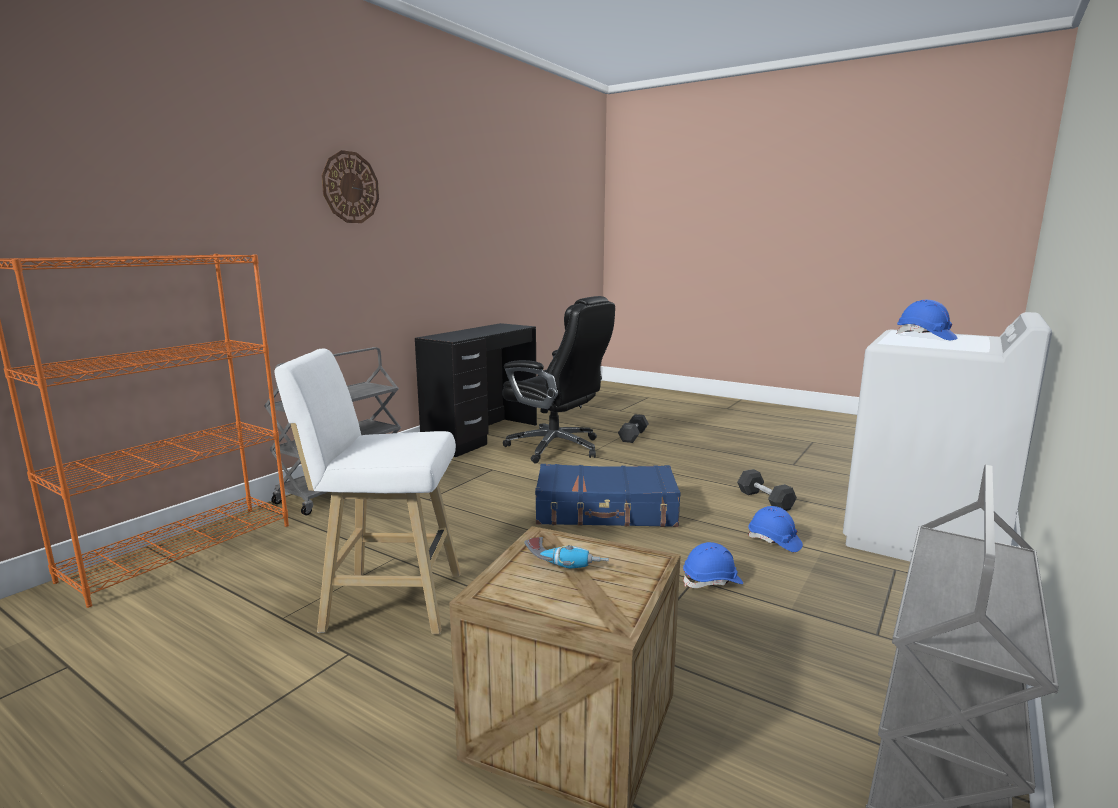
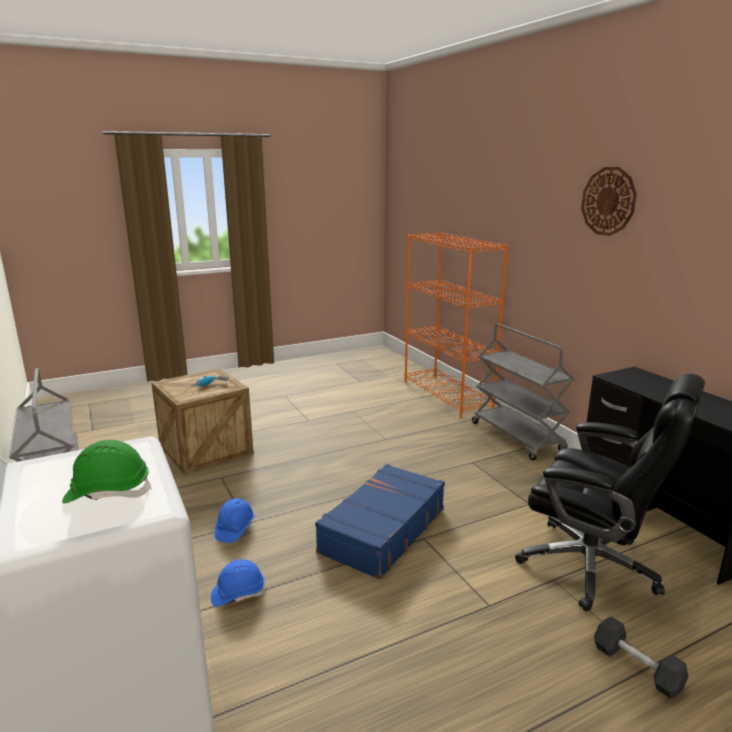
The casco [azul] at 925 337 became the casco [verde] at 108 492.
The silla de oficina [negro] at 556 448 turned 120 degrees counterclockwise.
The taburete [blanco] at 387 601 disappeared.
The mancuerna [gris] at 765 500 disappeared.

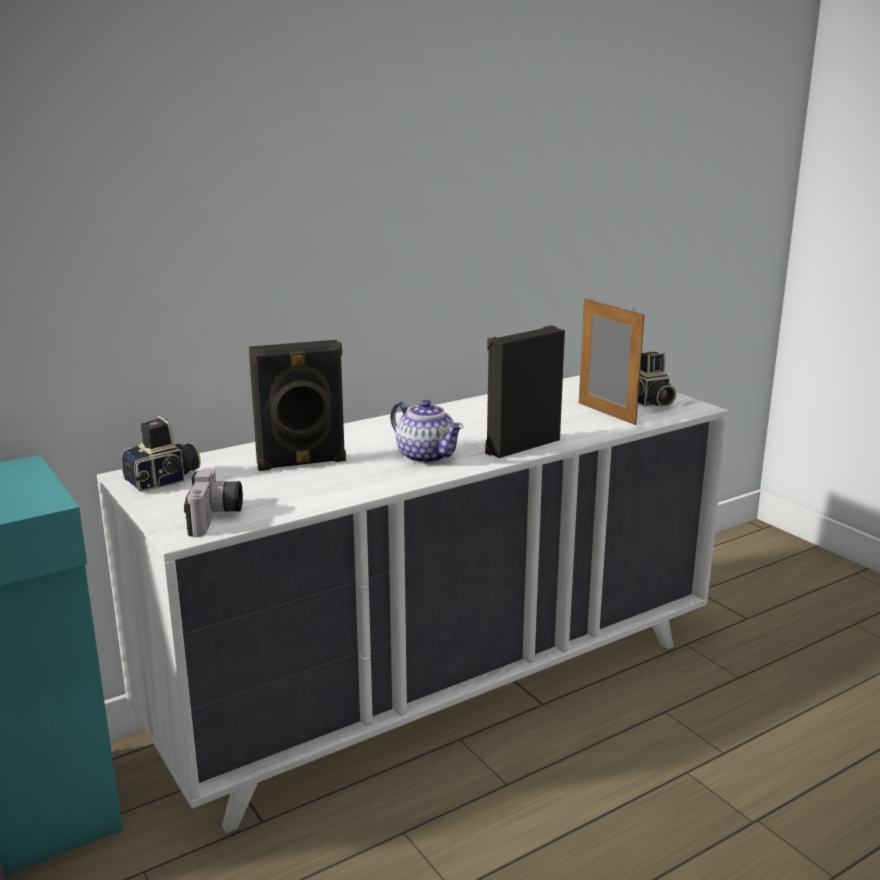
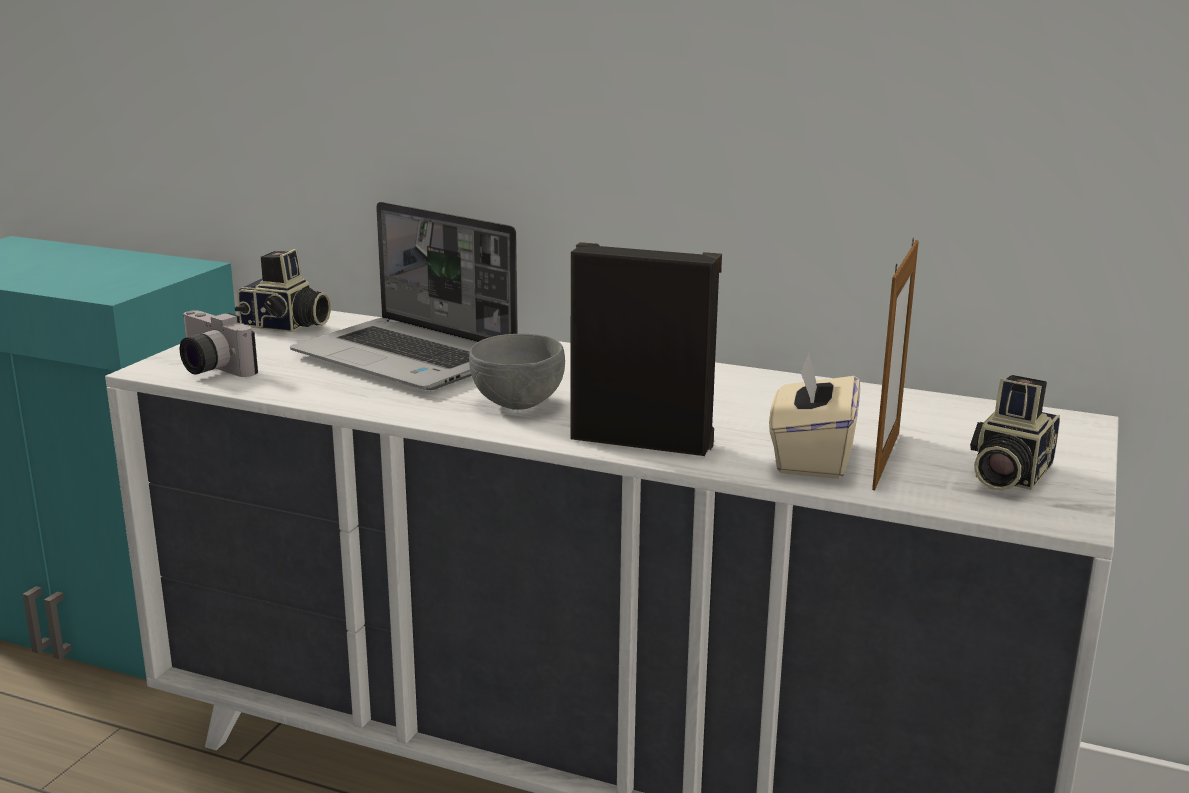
The cámara at 217 518 turned 75 degrees clockwise.
The altavoz [negro] at 301 463 was replaced by the portátil at 408 358.
The tetera at 427 456 was replaced by the cuenco [gris] at 519 404.
The caja de pañuelos [beis] at 811 457 appeared.

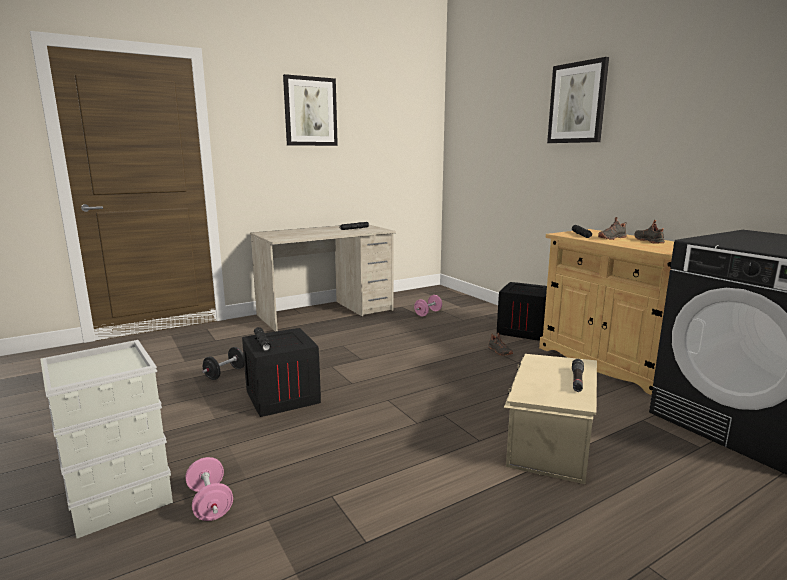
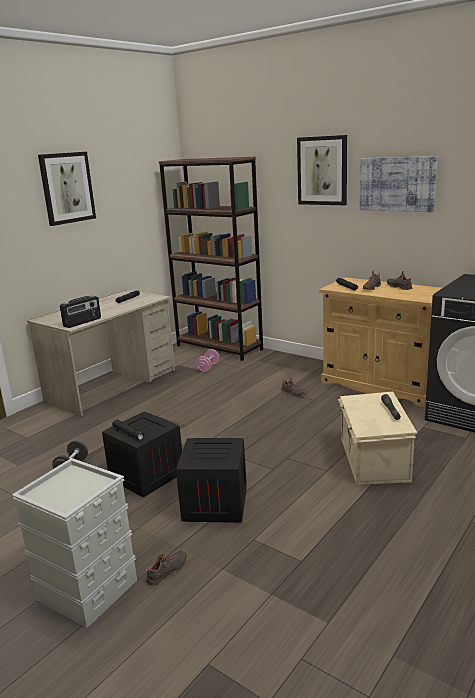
The radio at 82 322 appeared.
The mancuerna [rosa] at 210 503 was replaced by the zapato [negro] at 168 572.
The estantería [marrón] at 219 347 appeared.
The caja de embalaje moved from 524 330 to 216 503.
The cuadro at 397 184 appeared.

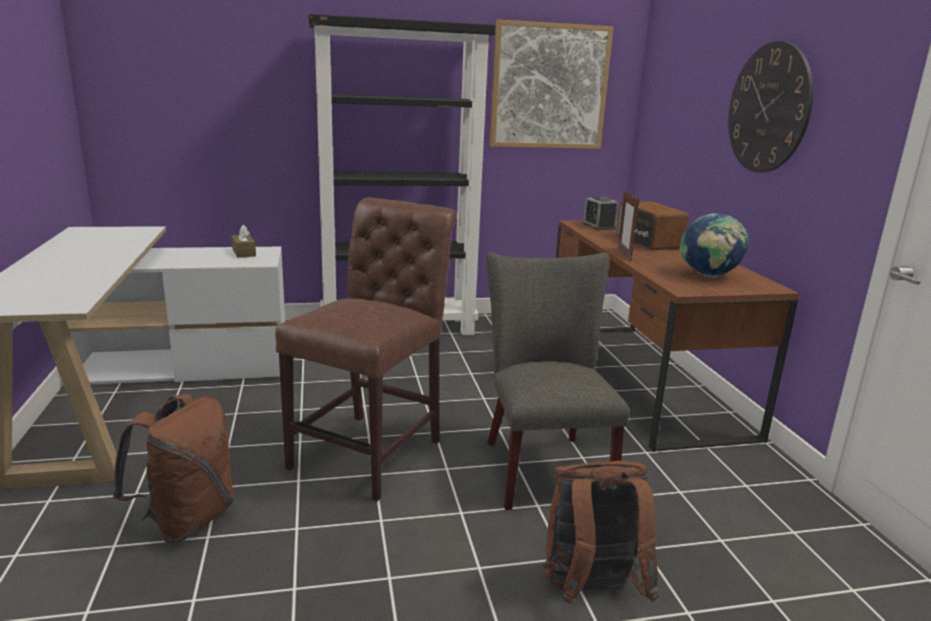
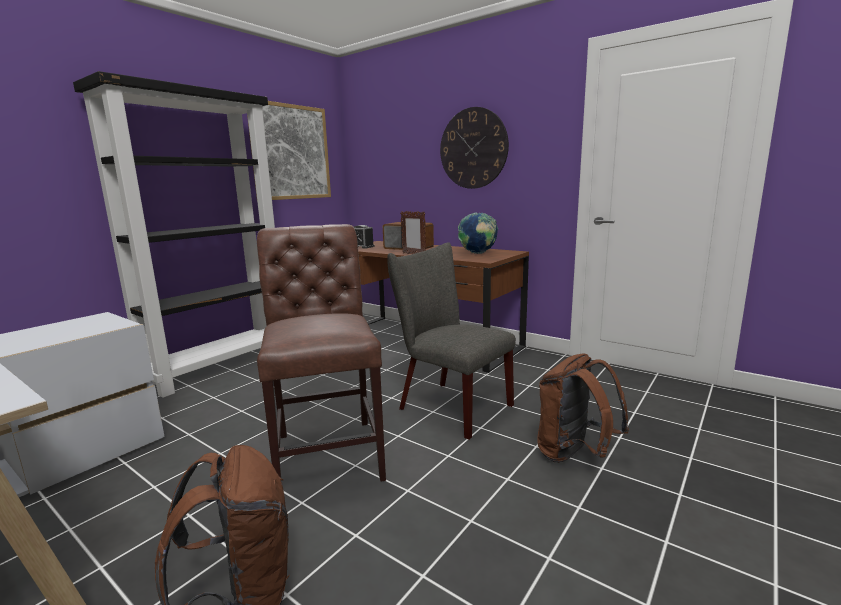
The caja de pañuelos [marrón] at 244 252 disappeared.

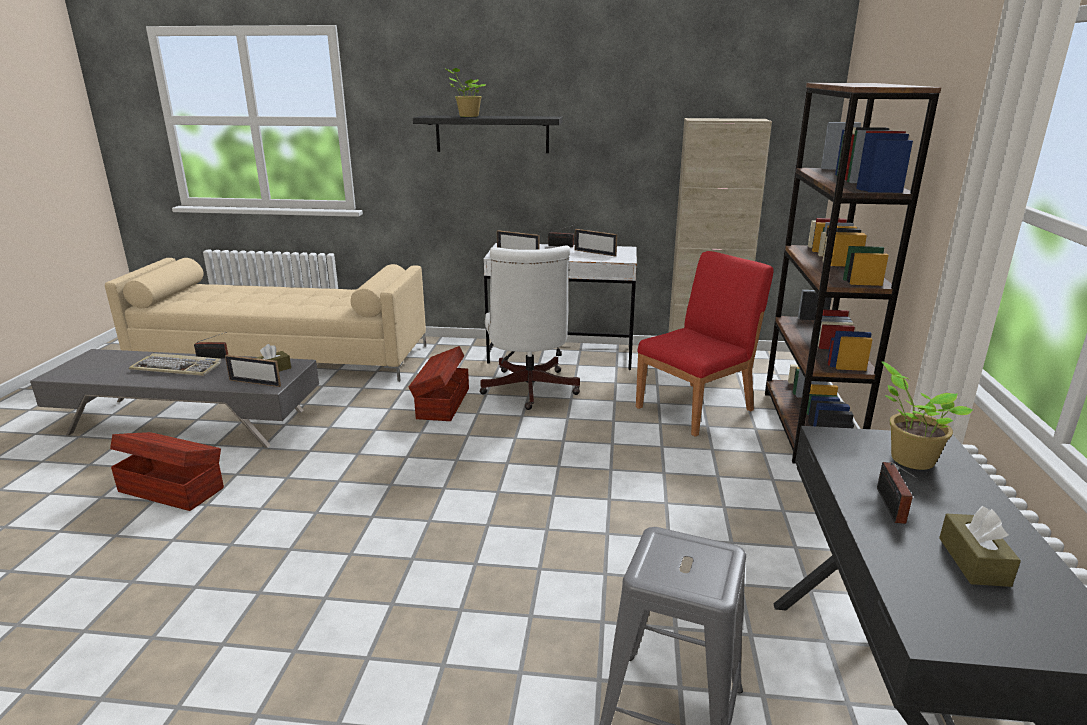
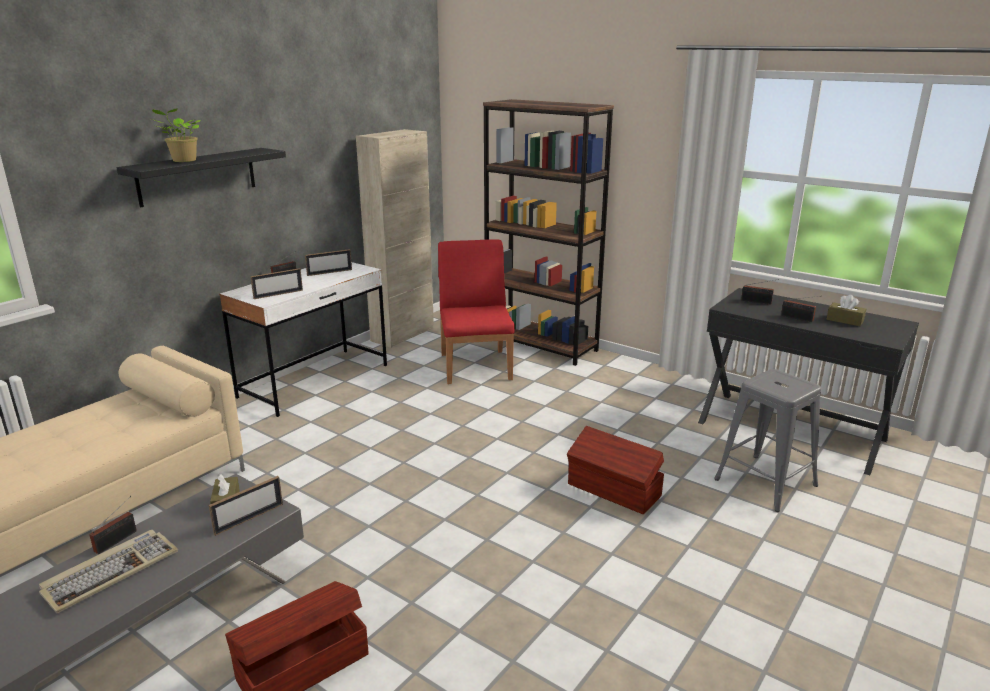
The caja de almacenaje [marrón] moved from 442 403 to 614 491.
The planta en maceta at 908 459 was replaced by the radio at 758 302.
The silla de oficina [blanco] at 528 391 disappeared.

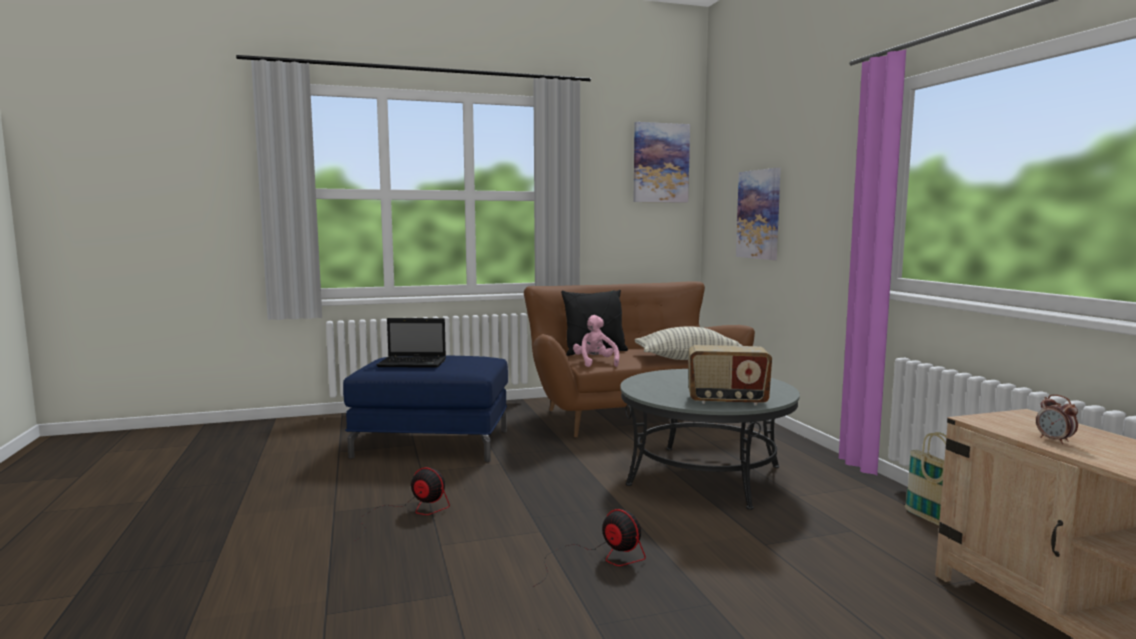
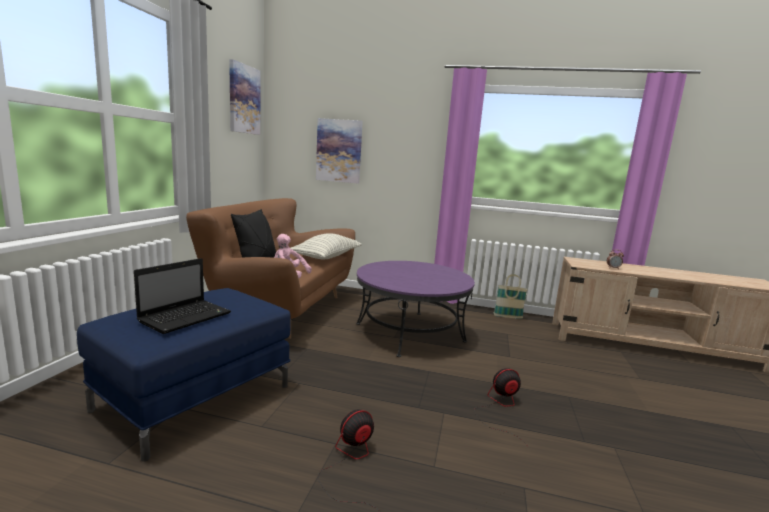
The mesa de centro [gris] at 705 475 became the mesa de centro [morado] at 409 332.
The radio at 727 401 disappeared.

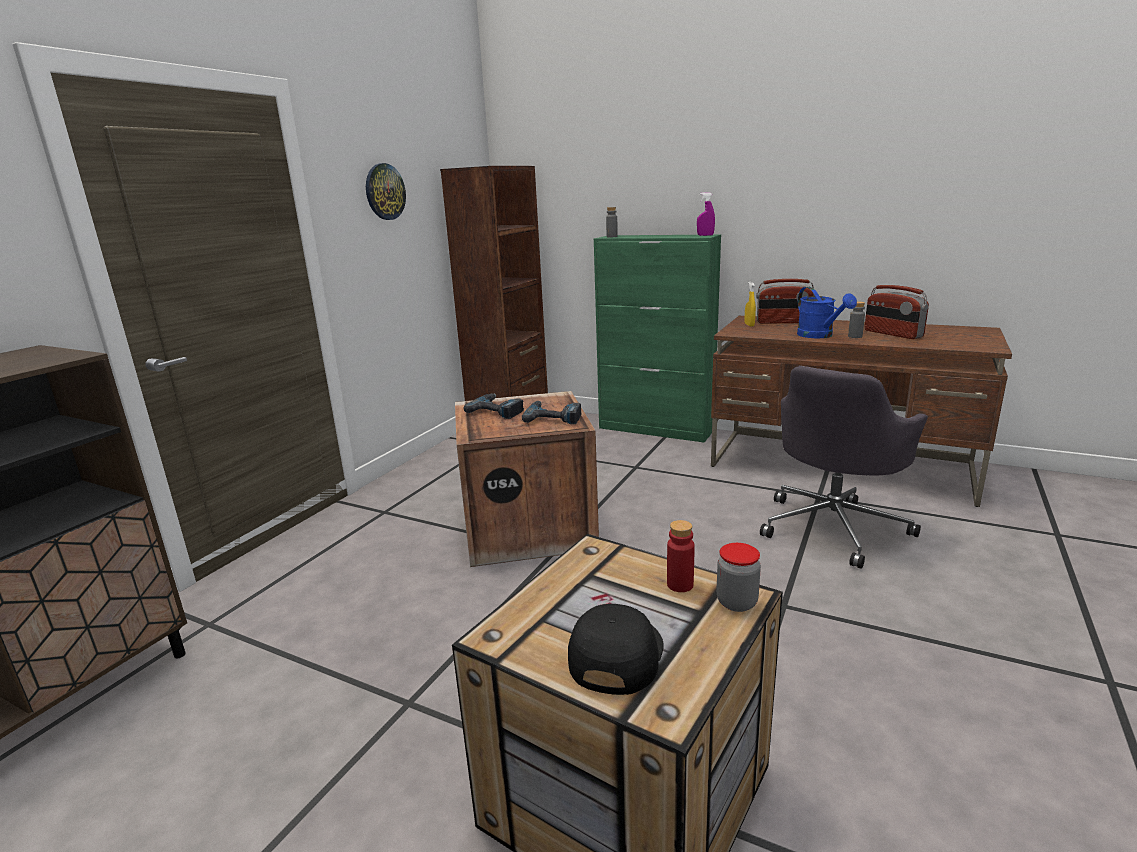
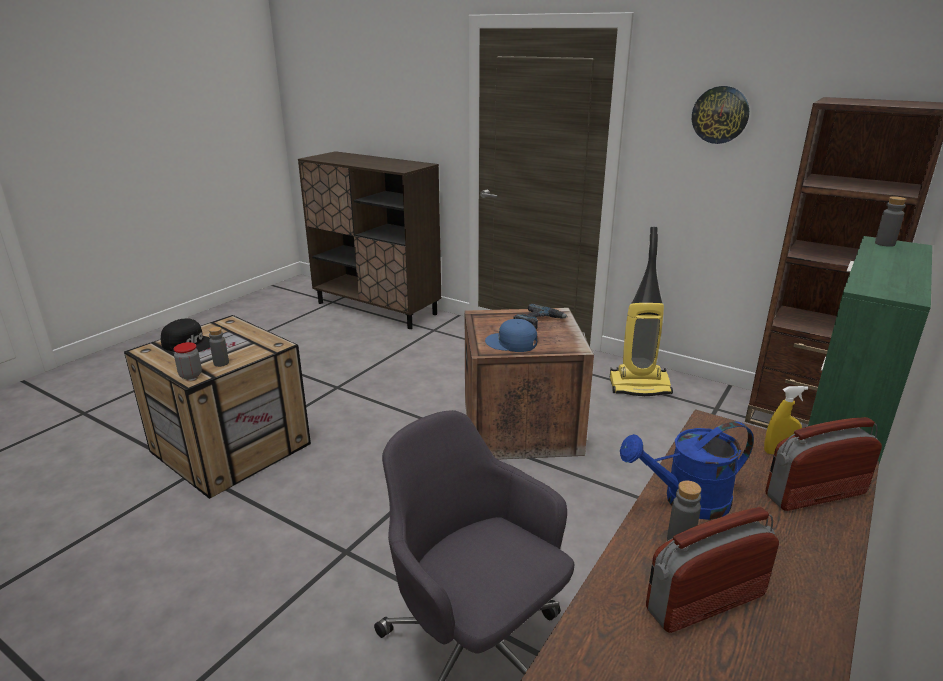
The botella [rojo] at 680 584 became the botella [gris] at 221 363.
The taladro at 553 417 was replaced by the gorra [azul] at 511 343.
The aspiradora at 640 386 appeared.
The radio at 783 322 turned 60 degrees clockwise.
The pulverizador [morado] at 705 235 disappeared.

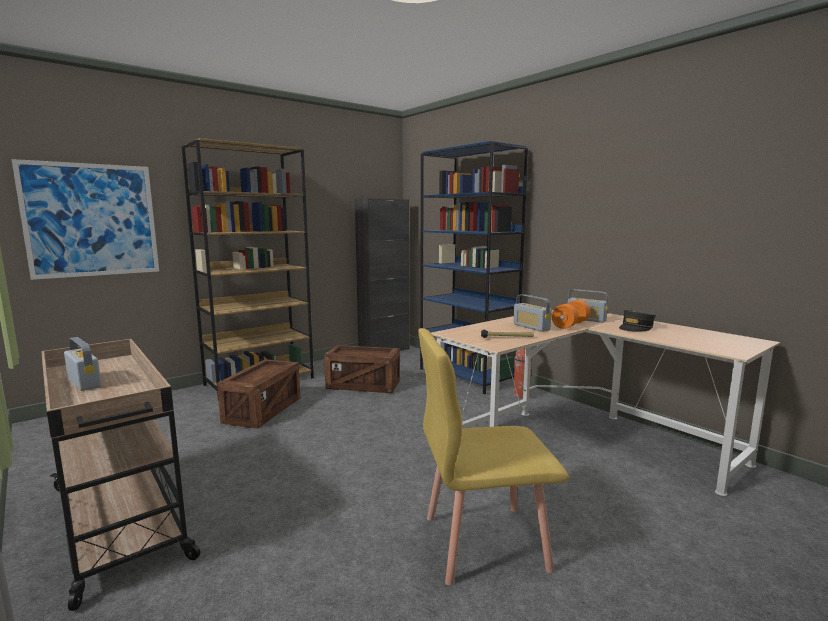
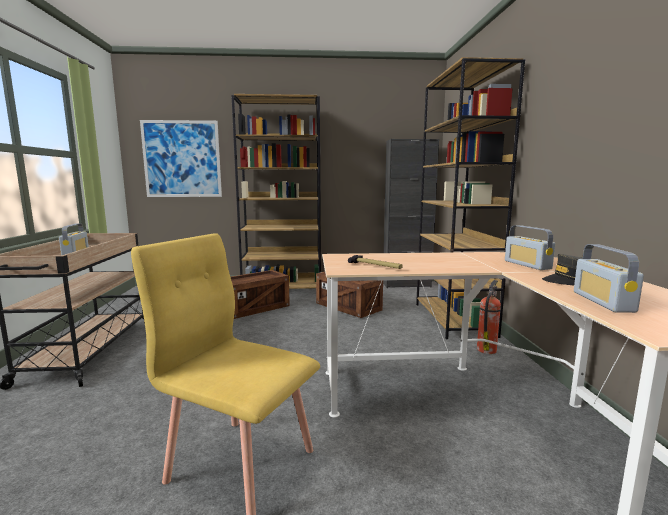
The estantería [azul] at 467 376 became the estantería [marrón] at 454 319.
The radio moved from 531 327 to 602 301.
The mancuerna [naranja] at 570 325 disappeared.

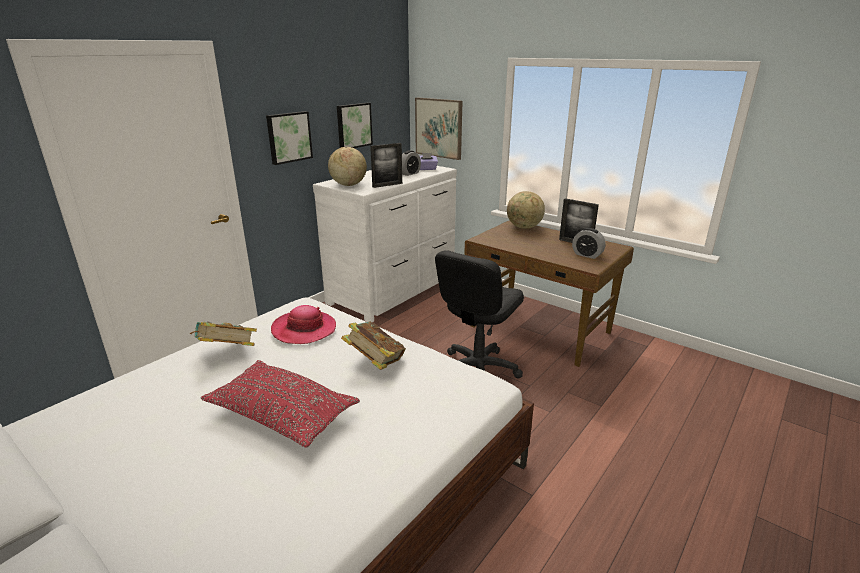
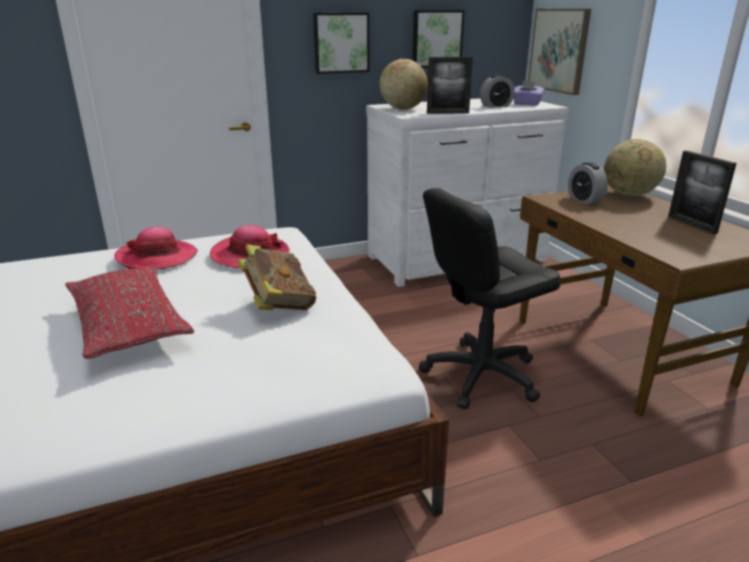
The libro at 227 352 was replaced by the sombrero at 157 257.
The despertador moved from 587 255 to 584 200.

